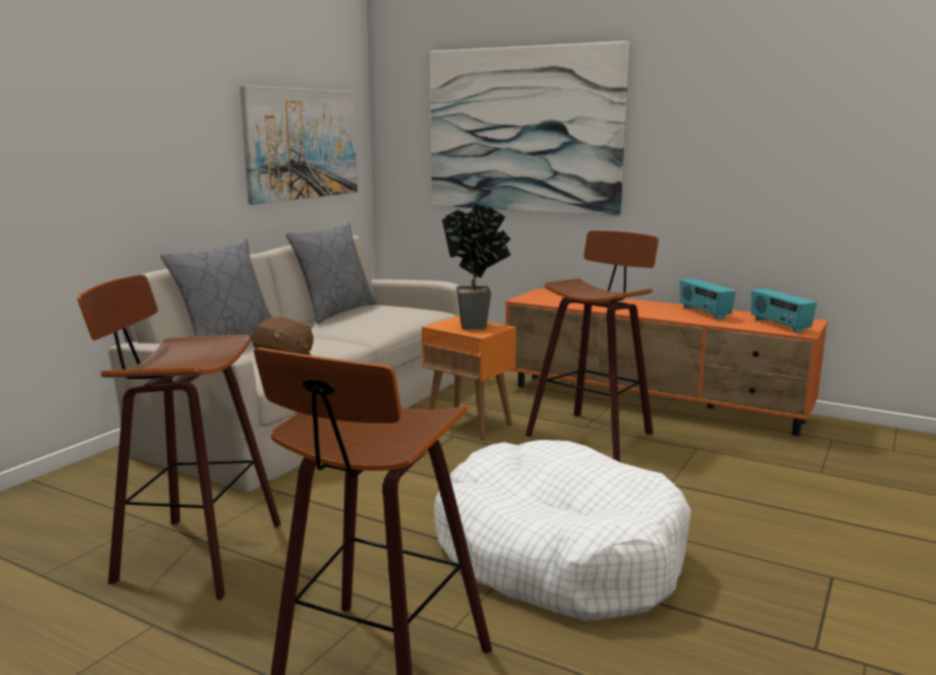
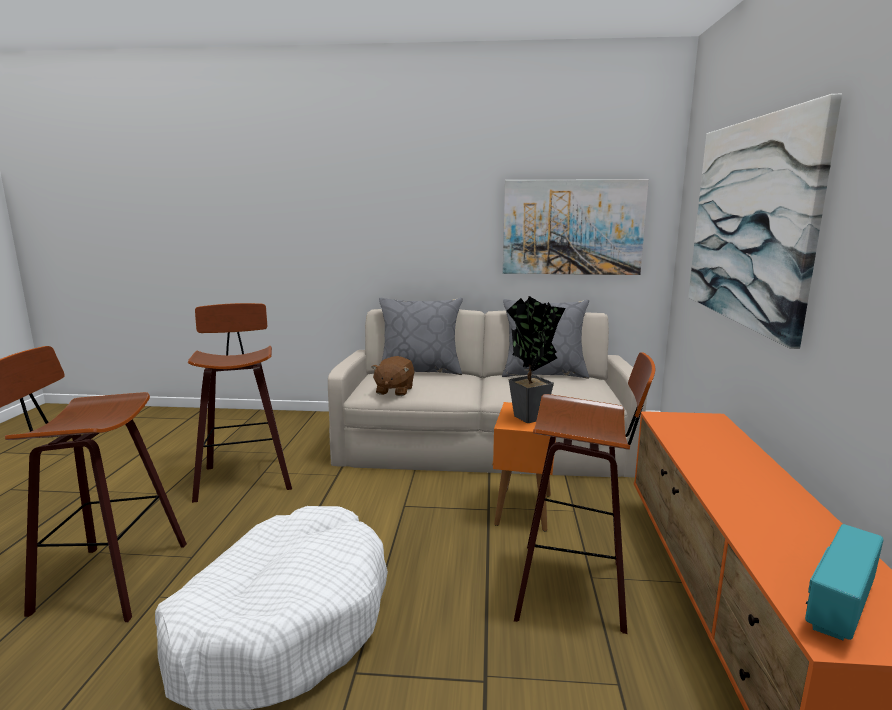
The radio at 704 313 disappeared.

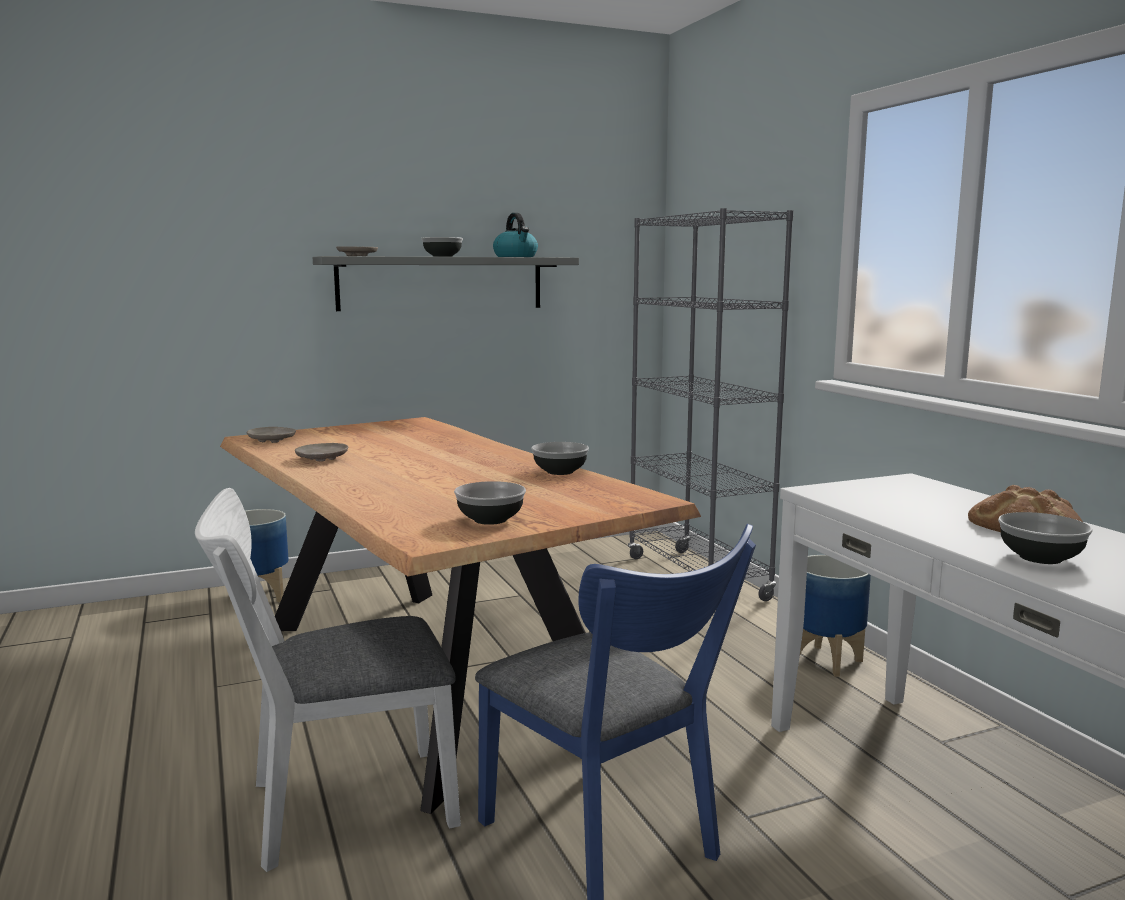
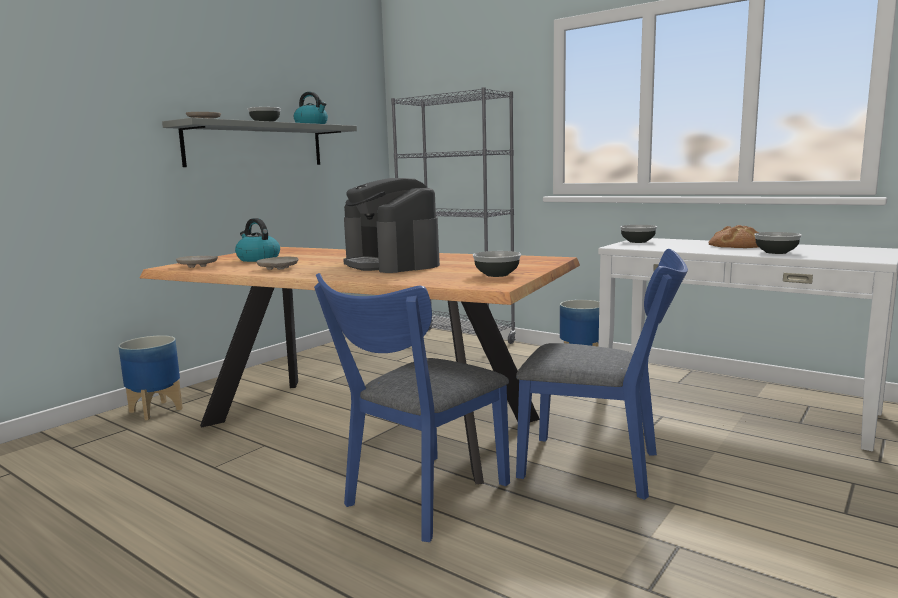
The hervidor at 257 259 appeared.
The silla [blanco] at 336 807 became the silla [azul] at 420 499.
The cafetera at 392 264 appeared.
The cuenco moved from 560 472 to 638 241.

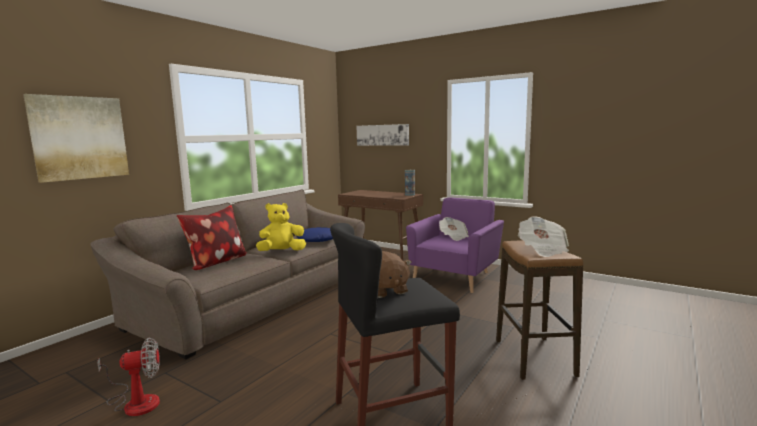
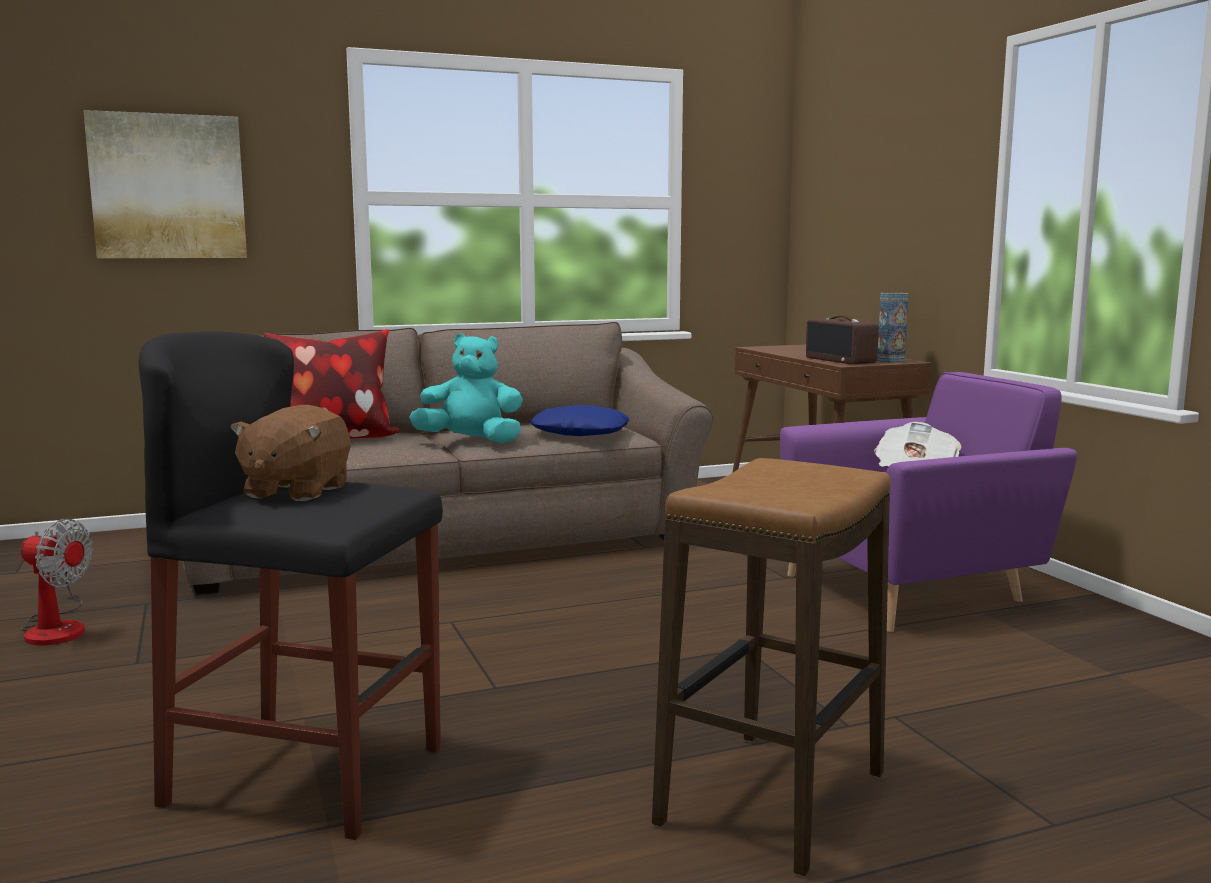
The peluche [amarillo] at 282 252 became the peluche [turquesa] at 471 441.
The radio at 841 360 appeared.
The cuadro at 382 135 disappeared.
The periódico at 542 250 disappeared.

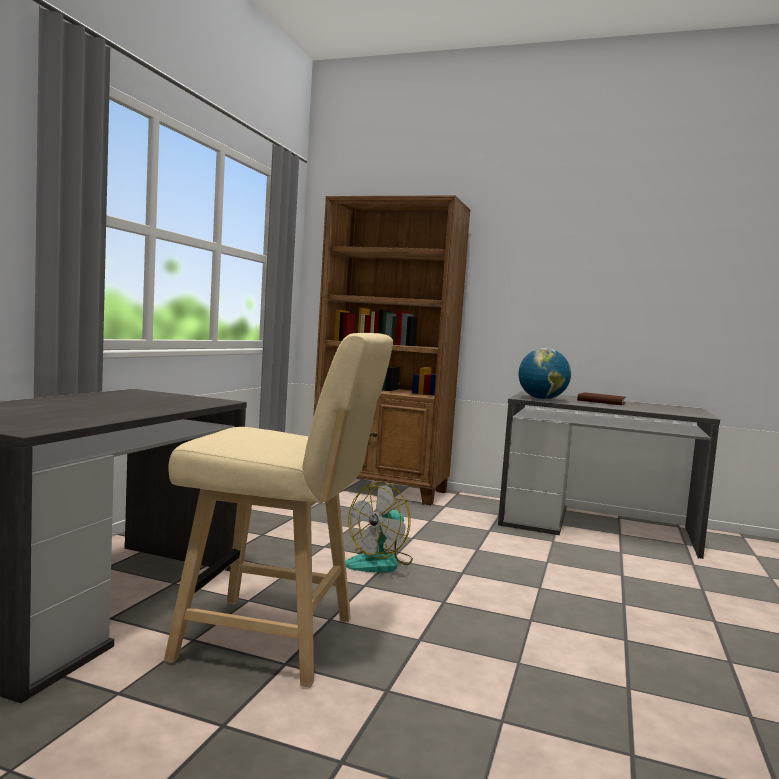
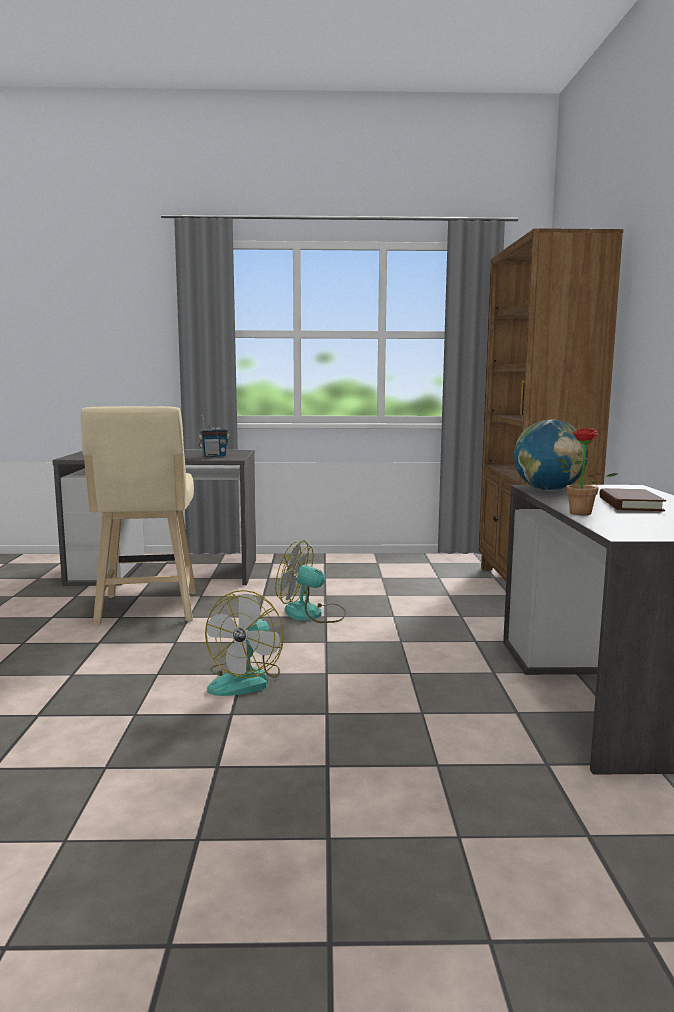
The radio at 214 456 appeared.
The ventilador at 246 680 appeared.
The planta en maceta at 578 514 appeared.

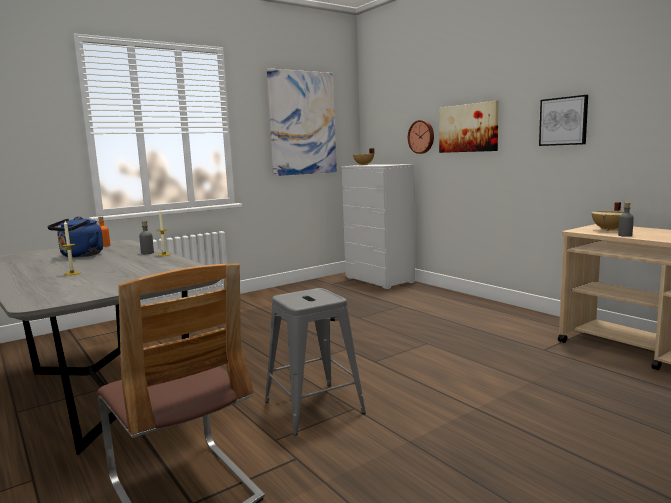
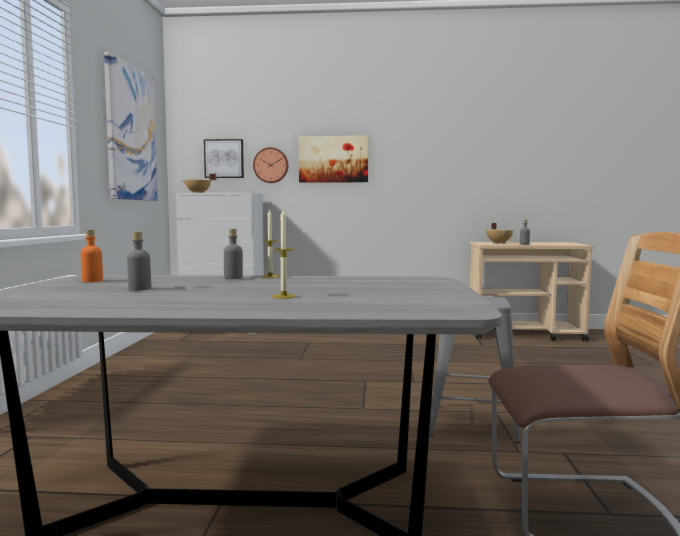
The hervidor [azul] at 80 255 was replaced by the botella [gris] at 139 289.
The cuadro moved from 563 121 to 224 158.

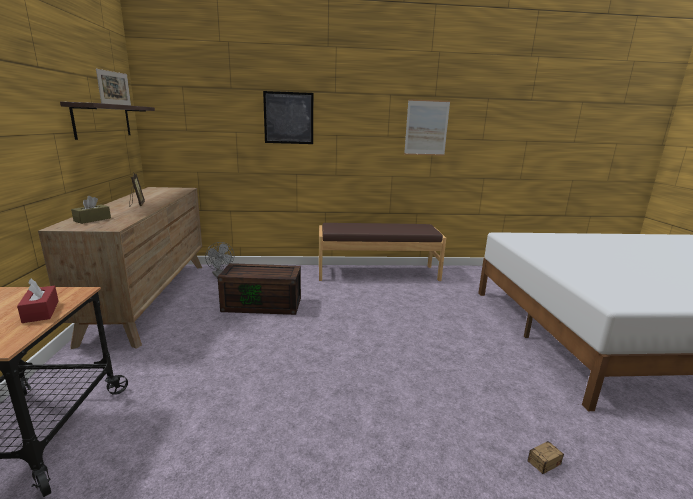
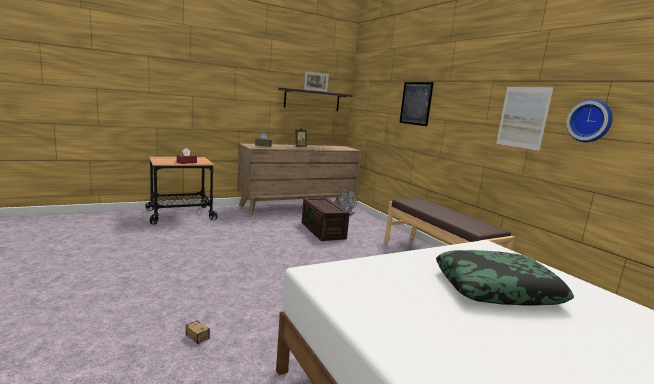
The cojín at 496 289 appeared.
The reloj de pared at 590 121 appeared.

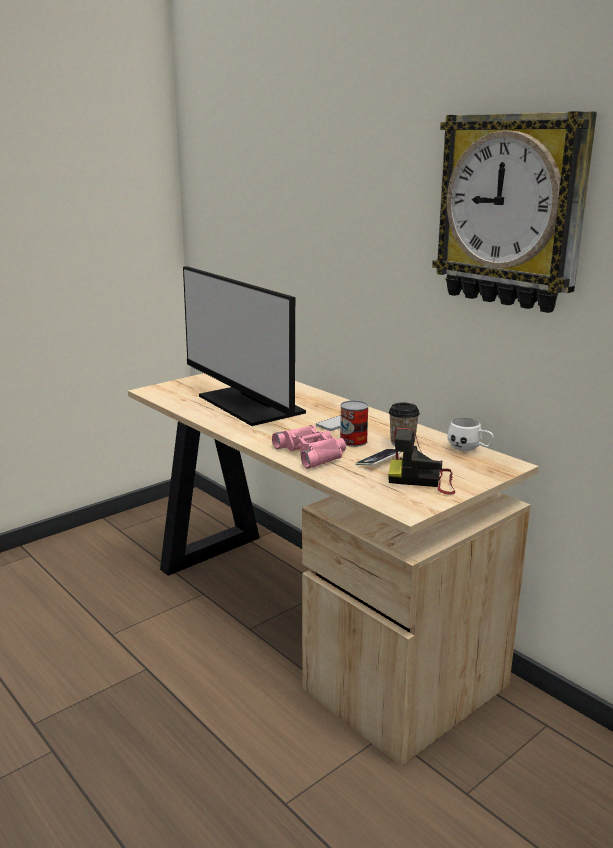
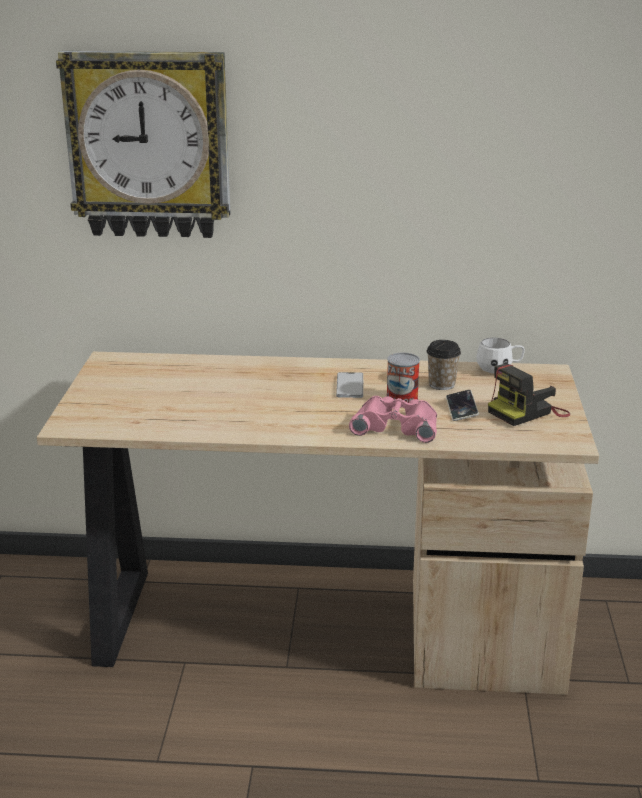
The reloj de pared moved from 511 211 to 149 145.
The monitor at 248 405 disappeared.

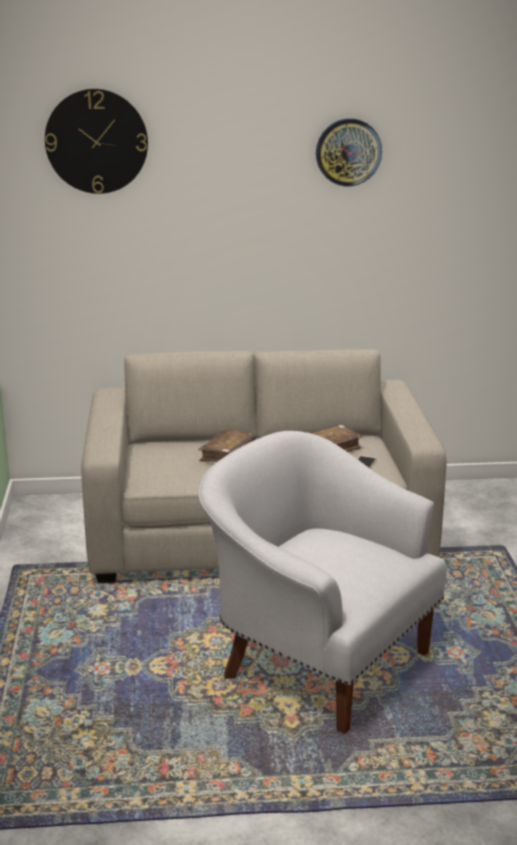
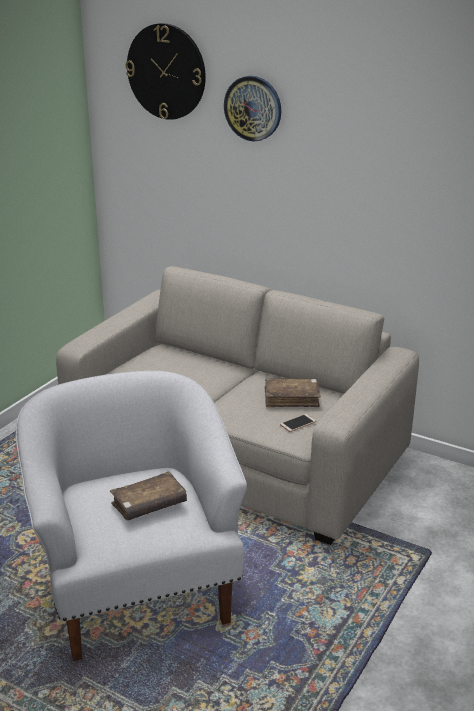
The libro [marrón] moved from 227 454 to 149 505.
The reloj de pared moved from 348 152 to 253 108.

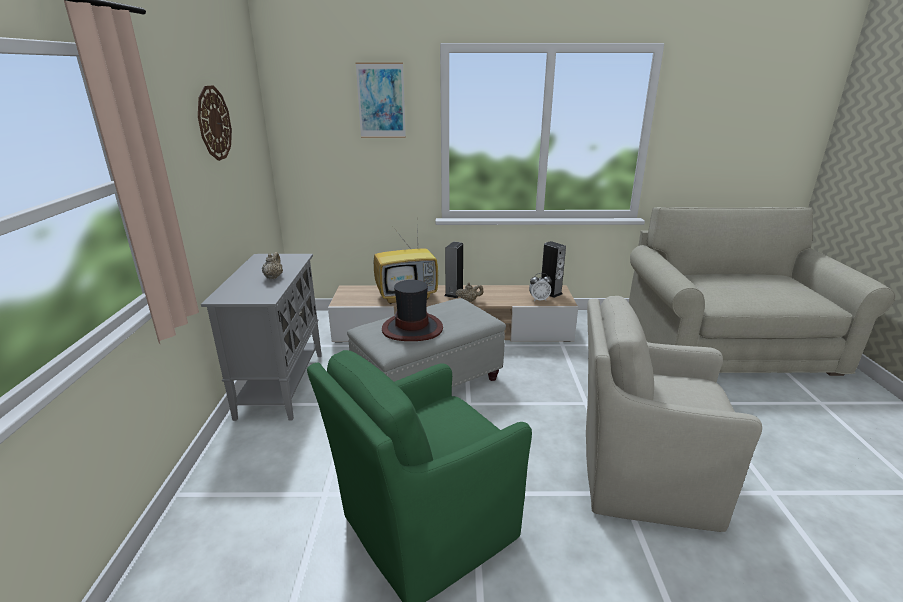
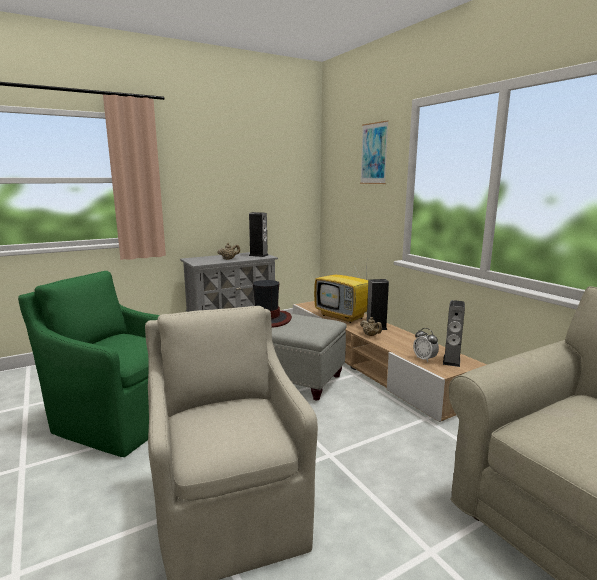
The altavoz at 258 255 appeared.
The reloj de pared at 214 123 disappeared.

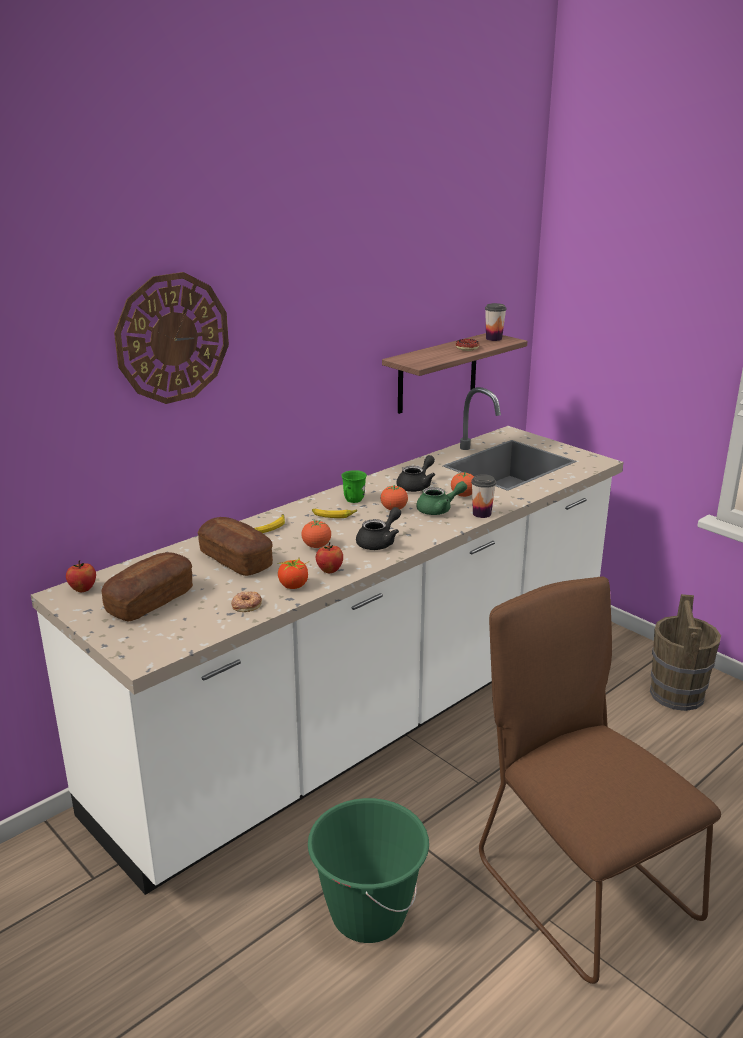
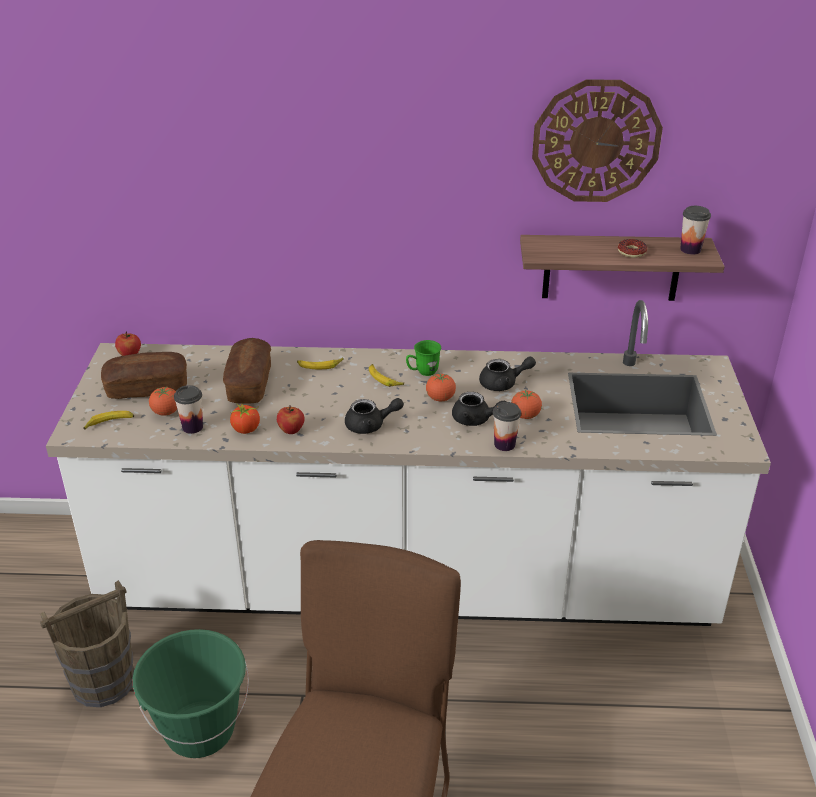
The cubo [marrón] moved from 677 694 to 104 681.
The plátano at 109 423 appeared.
The tomate moved from 316 546 to 166 412.
The rosquilla at 246 605 was replaced by the taza at 192 427.
The tetera [verde] at 439 510 became the tetera [negro] at 476 420.
The reloj de pared moved from 172 338 to 596 141.

